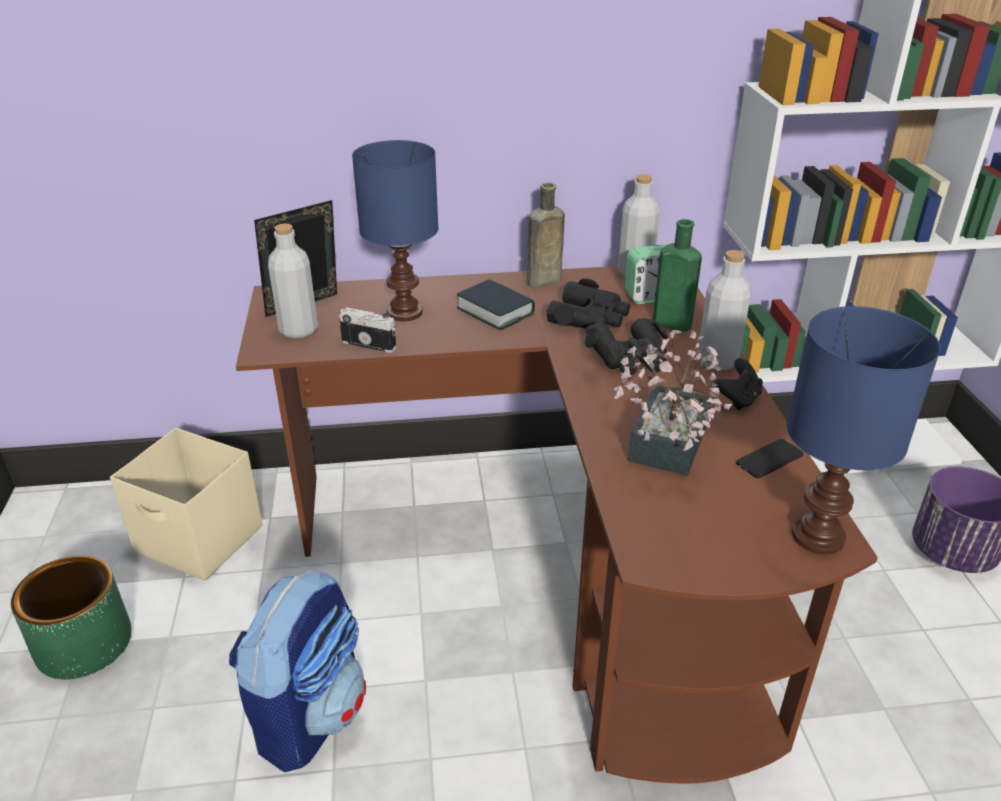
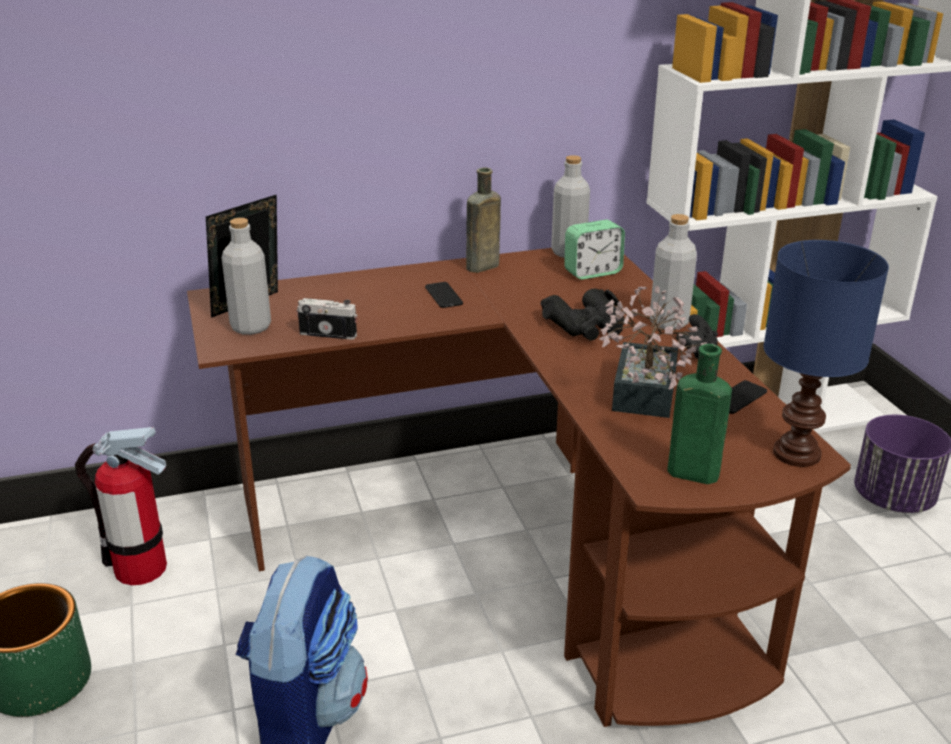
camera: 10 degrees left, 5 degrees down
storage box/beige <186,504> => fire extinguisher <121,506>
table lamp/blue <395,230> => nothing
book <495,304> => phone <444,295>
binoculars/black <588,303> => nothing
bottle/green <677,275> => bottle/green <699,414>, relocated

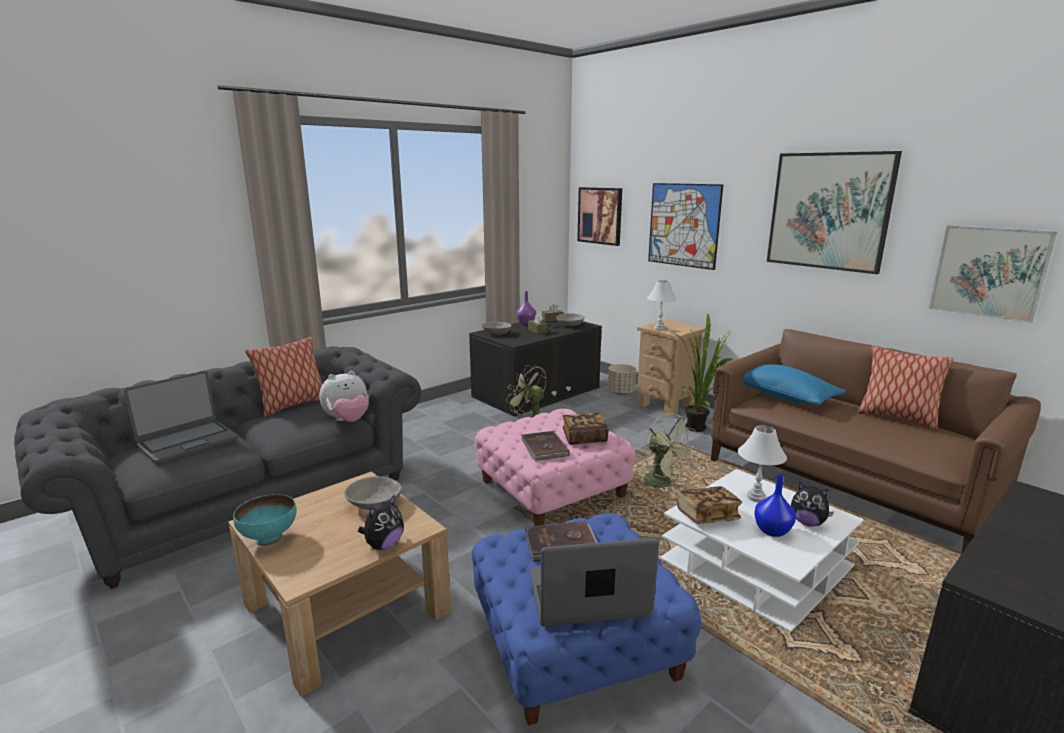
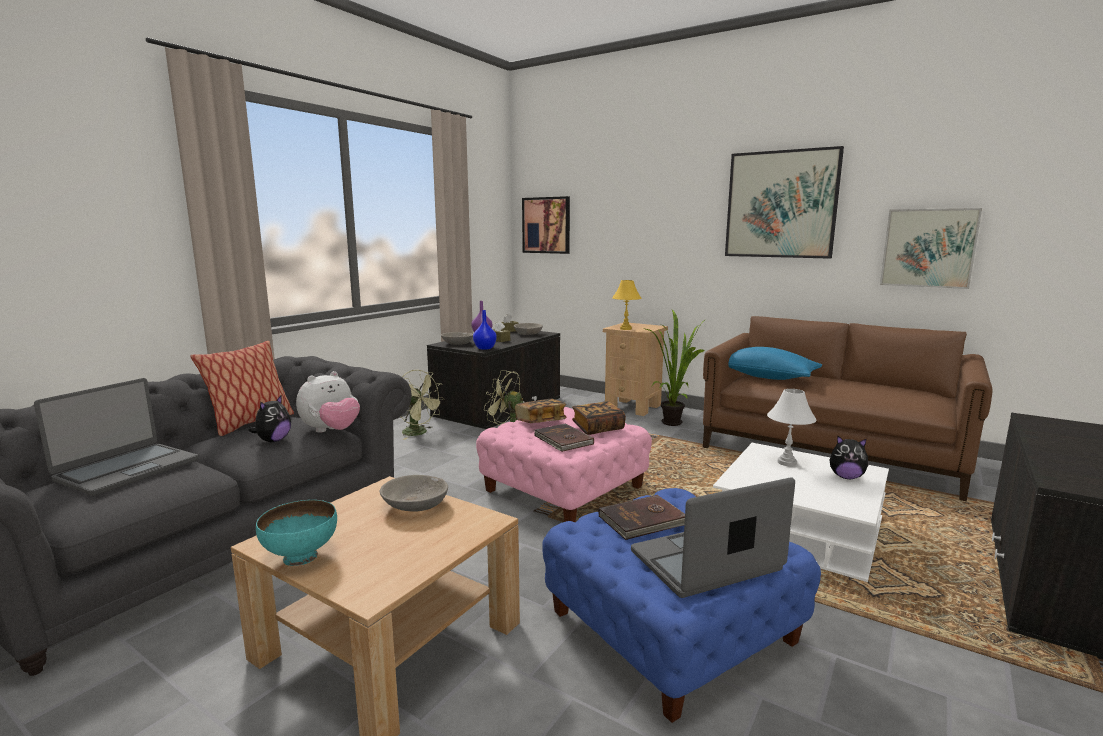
camera: 15 degrees left, 5 degrees down
plush toy <381,522> => plush toy <269,418>, relocated
planter/beige <622,379> => nothing
fan/green <669,450> => fan/green <422,405>, relocated
table lamp/white <662,305> => table lamp/yellow <627,305>
picture <685,226> => nothing
book <709,505> => book <540,411>, relocated
vase/blue <775,506> => vase/blue <485,330>, relocated
pillow <906,388> => nothing

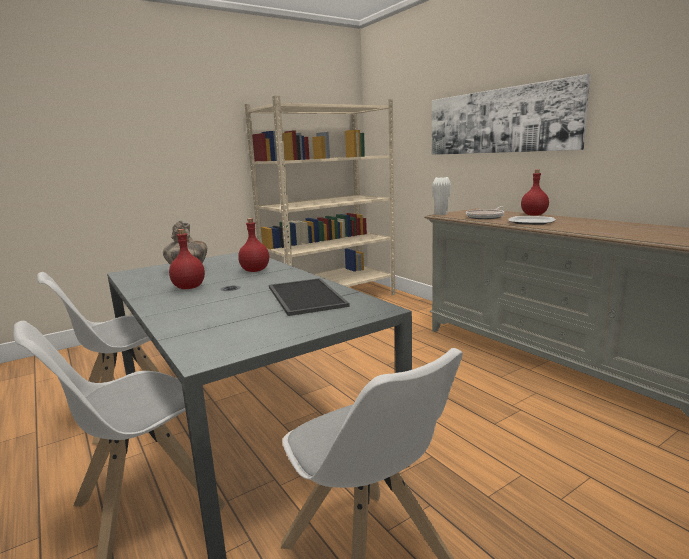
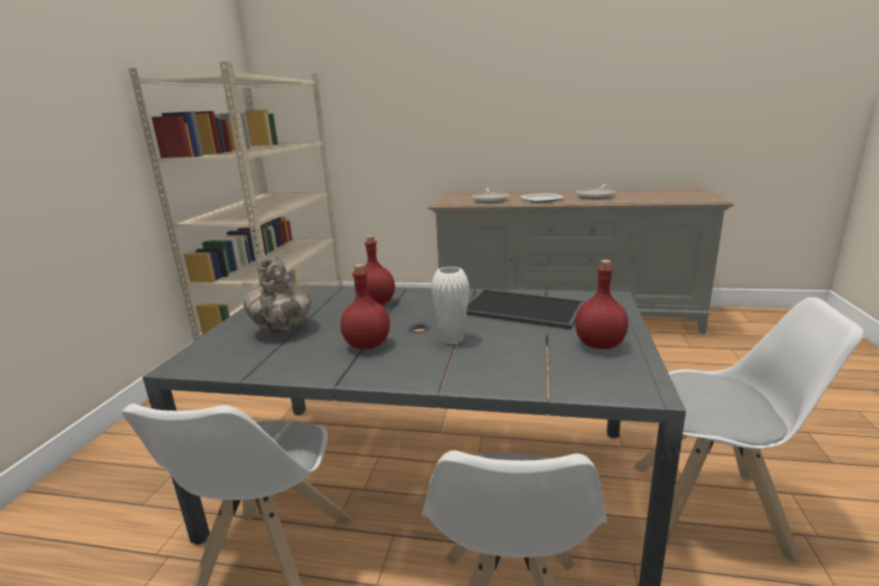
camera: 45 degrees left, 5 degrees up
picture <511,114> => nothing
vase/white <441,196> => vase/white <450,305>, relocated
bottle/red <535,193> => bottle/red <601,304>, relocated
nothing => frying pan <595,191>

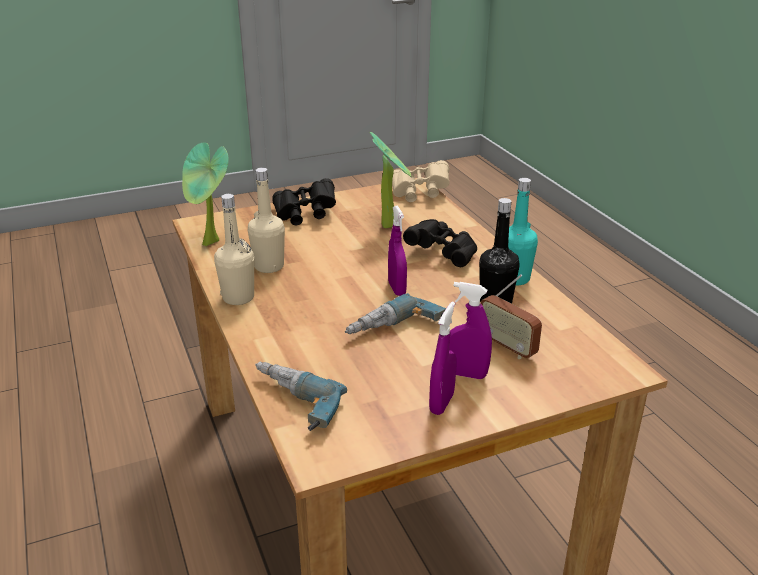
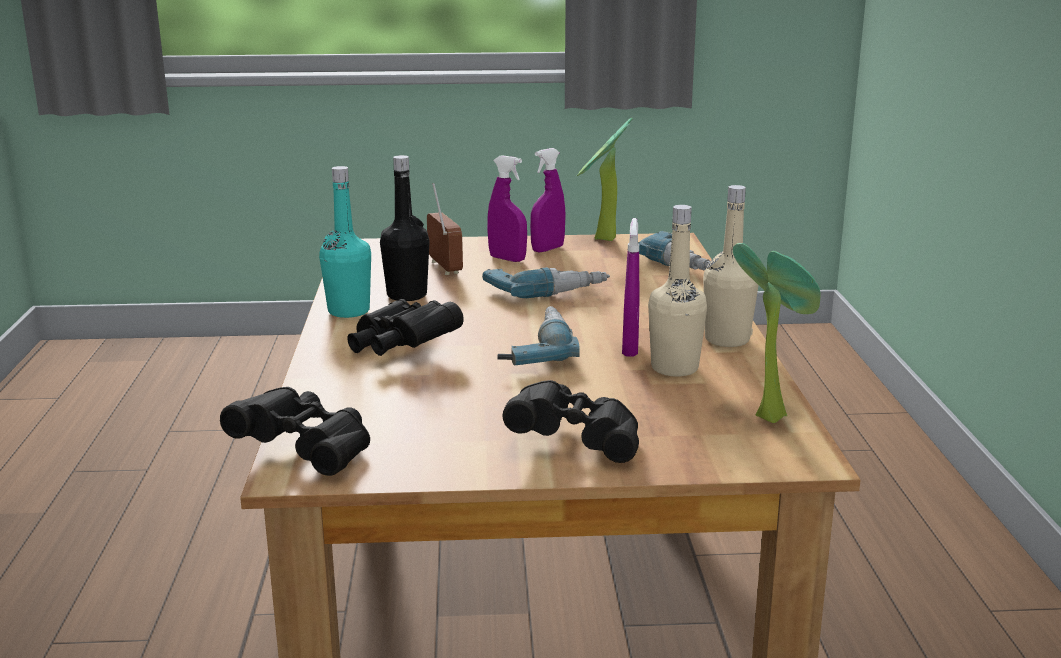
camera: 160 degrees left, 10 degrees down
potted plant <390,180> => potted plant <605,179>, relocated
spray bottle/purple <397,251> => spray bottle/purple <631,287>, relocated
binoculars/beige <421,181> => binoculars/black <295,431>
nothing => power drill <538,335>

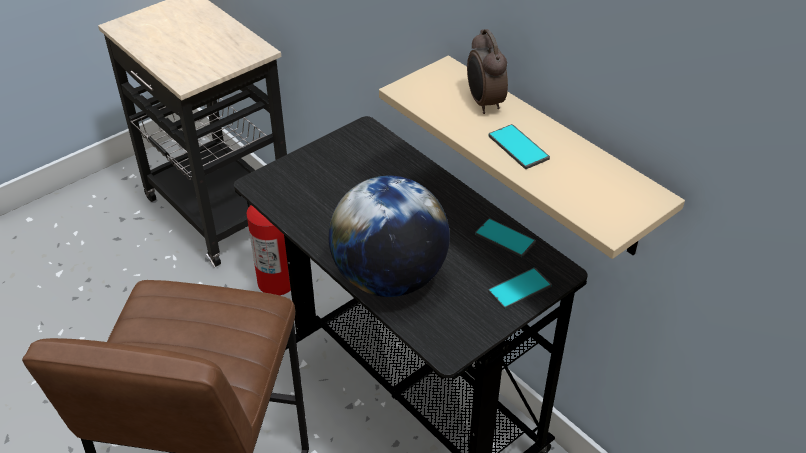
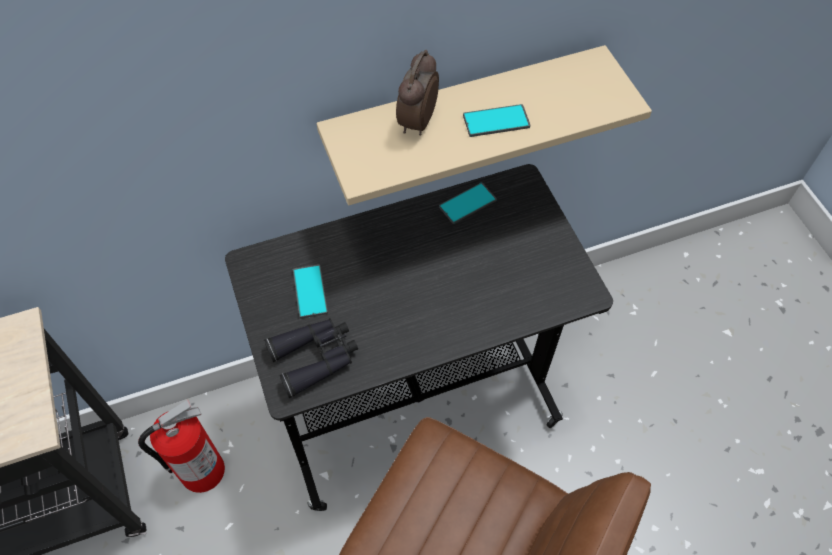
camera: 70 degrees left, 15 degrees up
globe <389,236> => nothing
alarm clock <487,71> => alarm clock <417,93>, 105 degrees clockwise
phone <520,288> => phone <310,291>, relocated
nothing => binoculars/black <311,358>

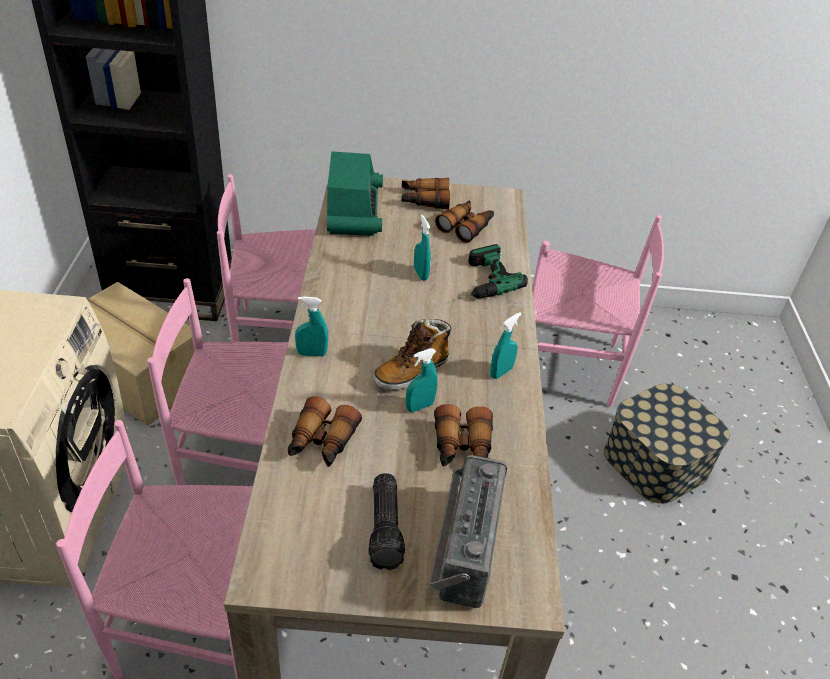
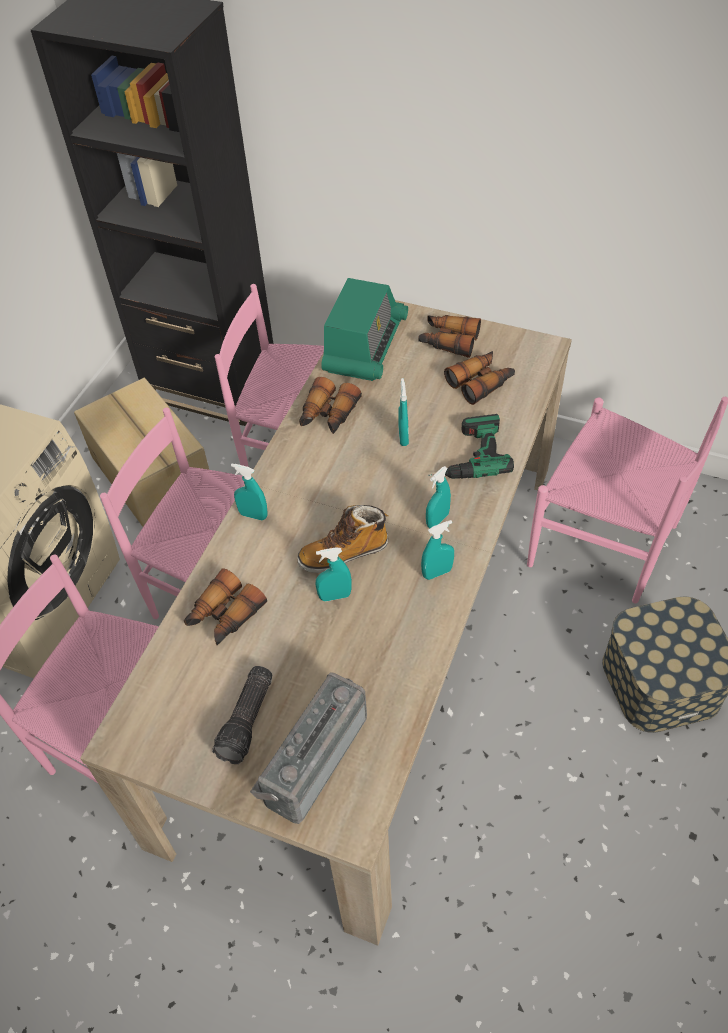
camera: 25 degrees right, 10 degrees up
binoculars <463,435> => binoculars <330,405>, relocated
nothing => spray bottle/turquoise <438,497>

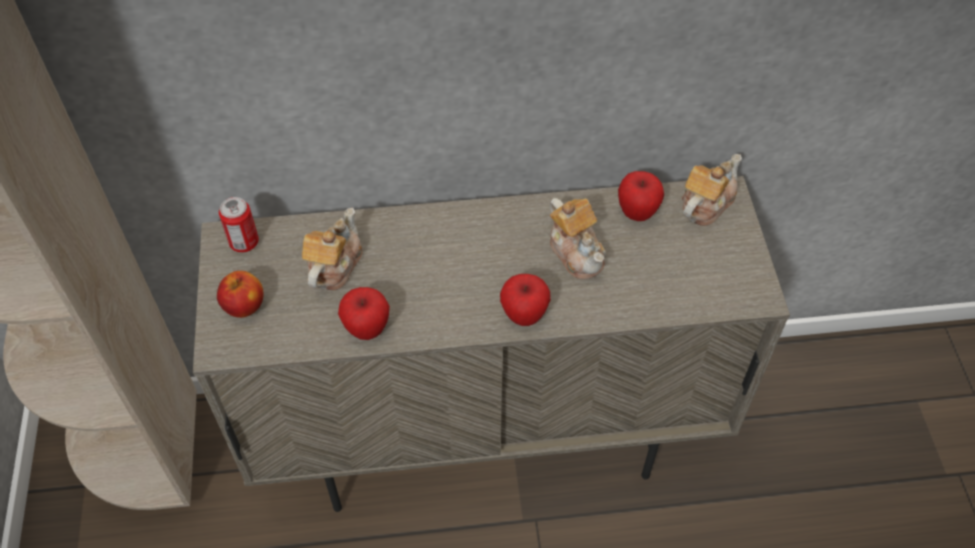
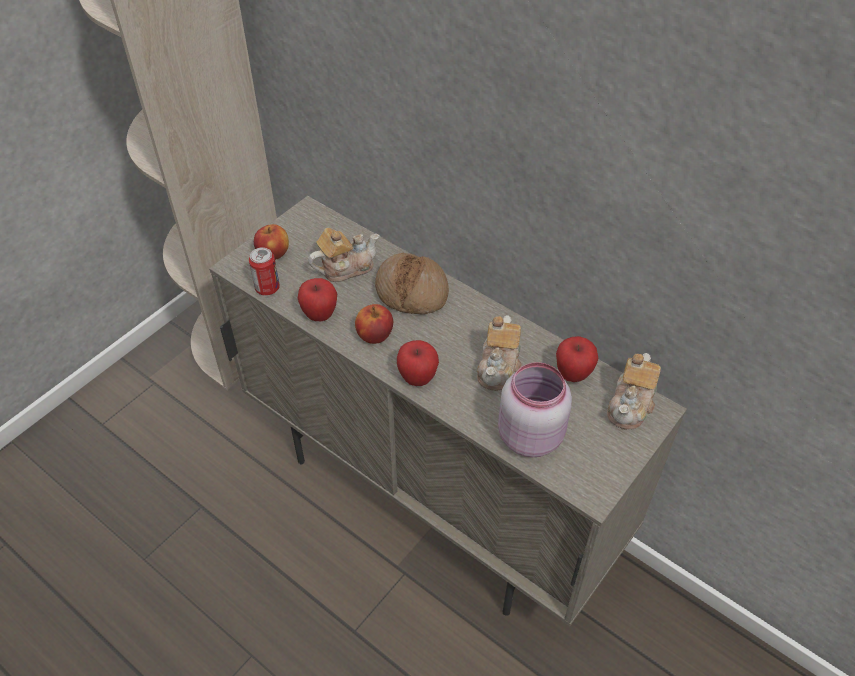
camera: 45 degrees right, 5 degrees down
can <239,225> => can <264,271>, relocated
teapot <712,190> => teapot <634,391>, 120 degrees clockwise
nothing => apple <374,324>
nothing => bread <412,283>
nothing => jar/pink <535,409>

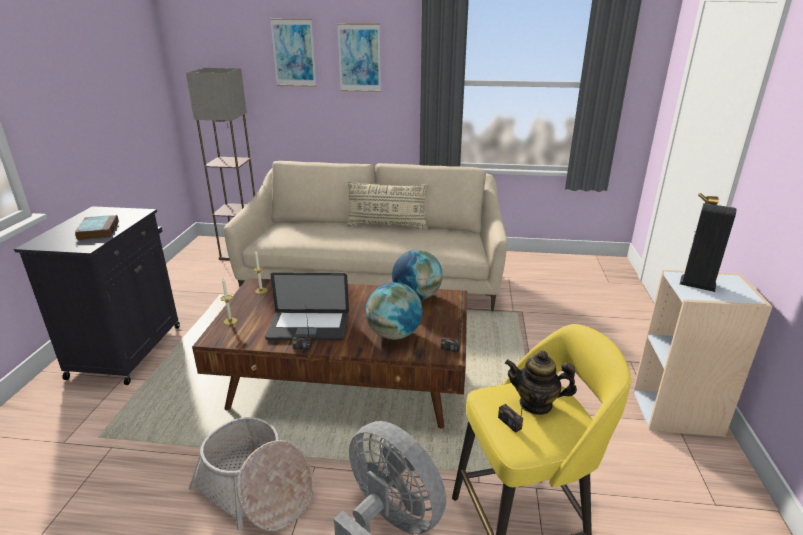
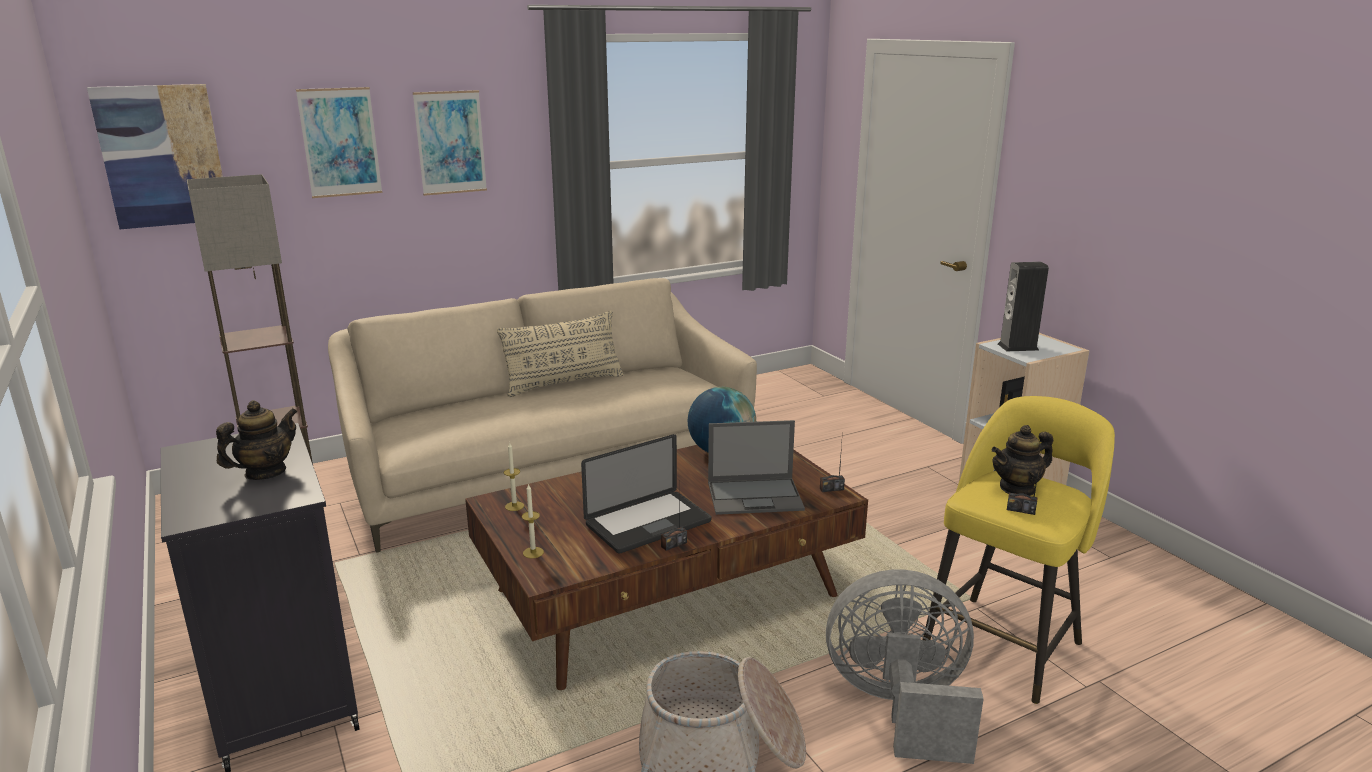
camera: 35 degrees left, 5 degrees down
book <97,228> => teapot <257,440>
globe <394,311> => laptop <756,467>
nothing => picture <155,156>

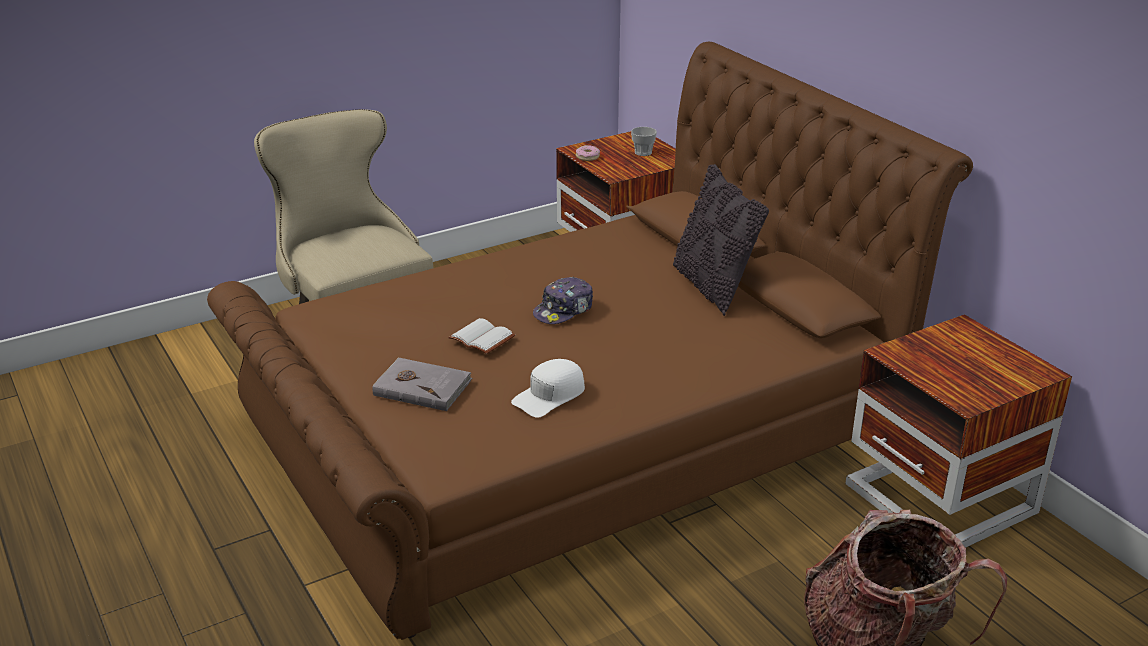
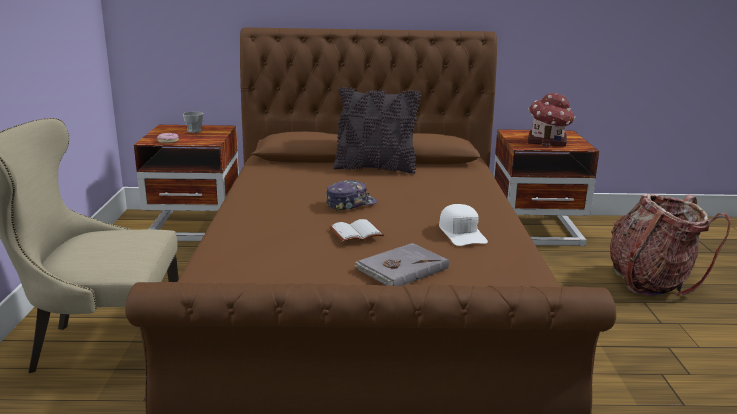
camera: 60 degrees left, 10 degrees down
cap <563,300> => cap <352,196>, 105 degrees counterclockwise
nothing => toy house <551,120>

